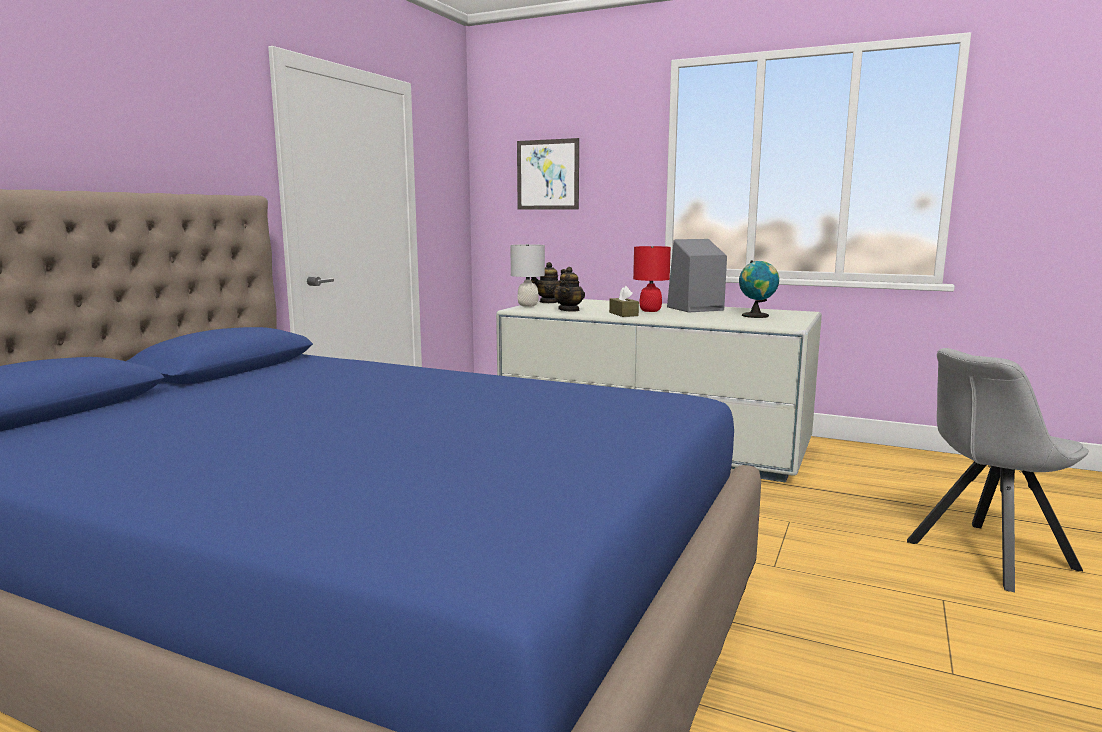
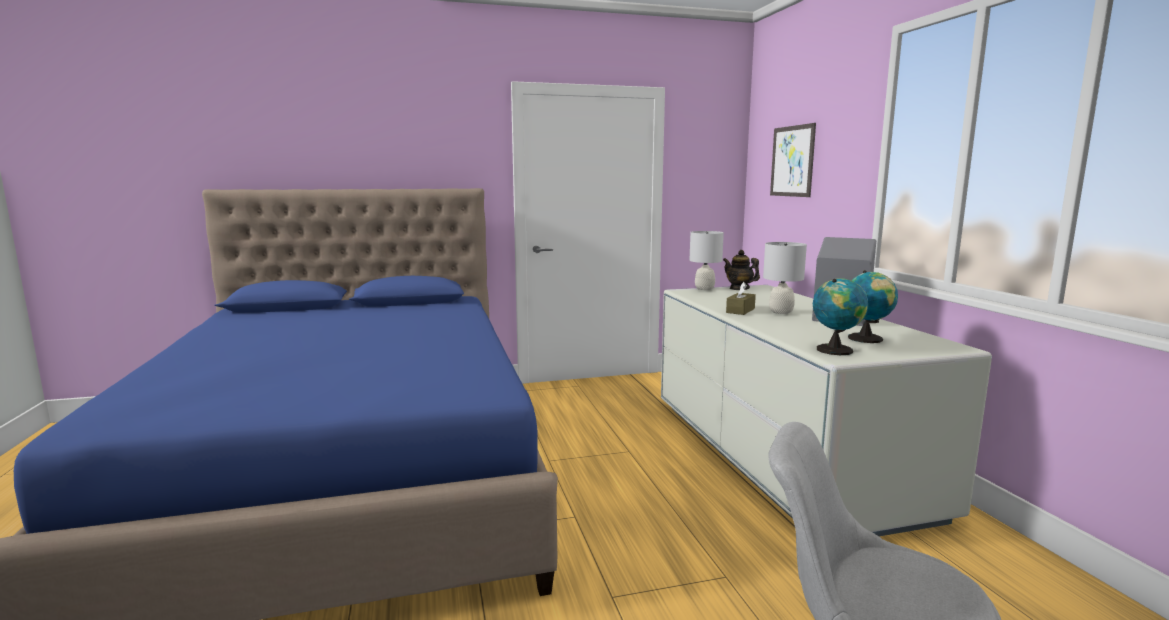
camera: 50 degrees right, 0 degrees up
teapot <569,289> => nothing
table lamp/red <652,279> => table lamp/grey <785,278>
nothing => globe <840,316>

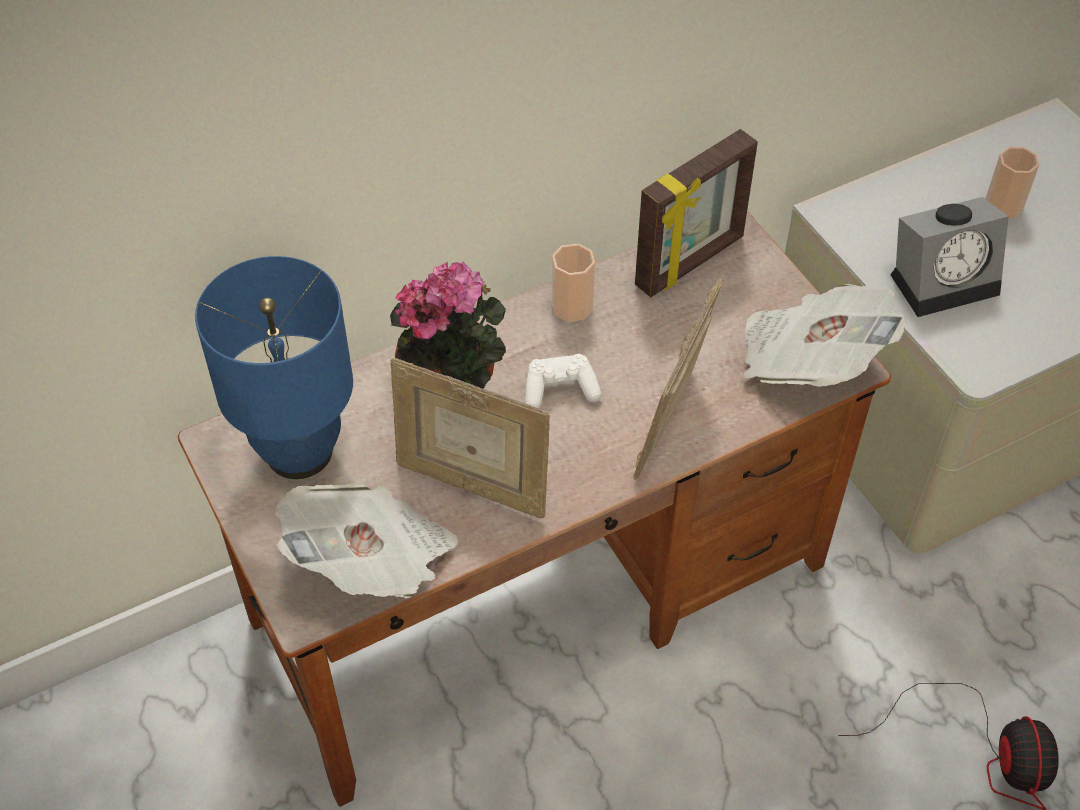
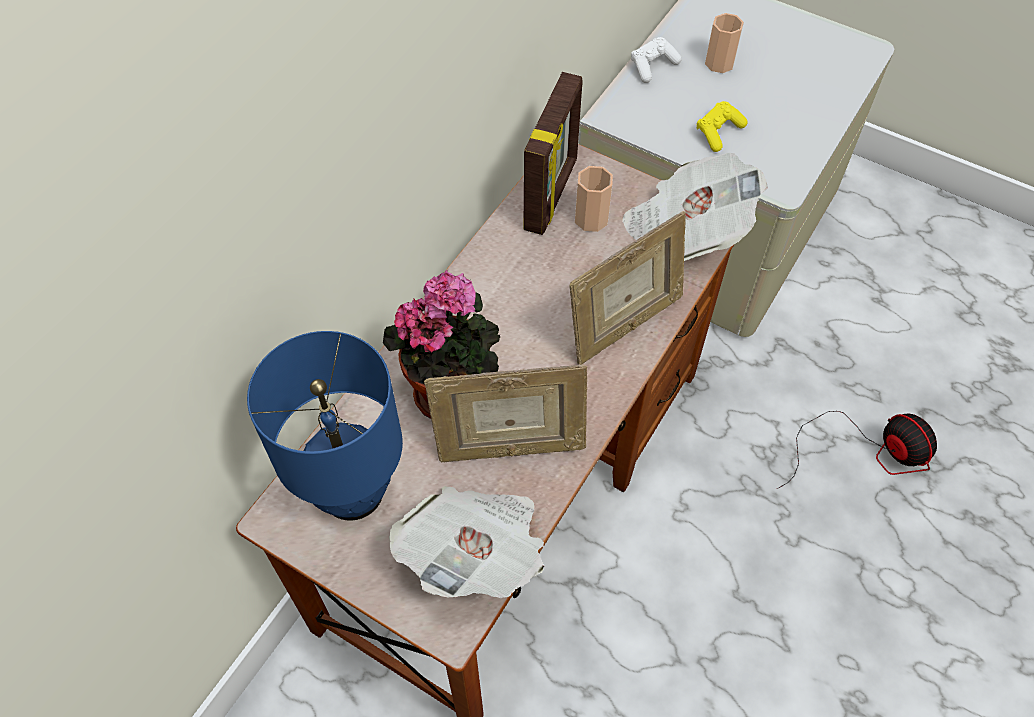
camera: 30 degrees left, 5 degrees up
game controller/white <563,381> => game controller/white <656,60>, relocated
cup <573,283> => cup <594,199>, relocated
picture frame <678,379> => picture frame <627,288>, 120 degrees counterclockwise
alarm clock <949,257> => game controller/yellow <722,126>

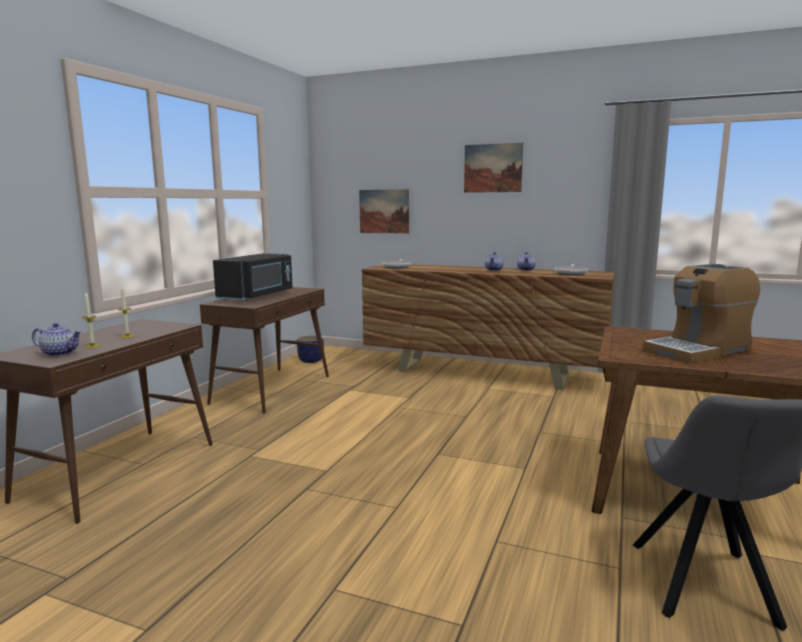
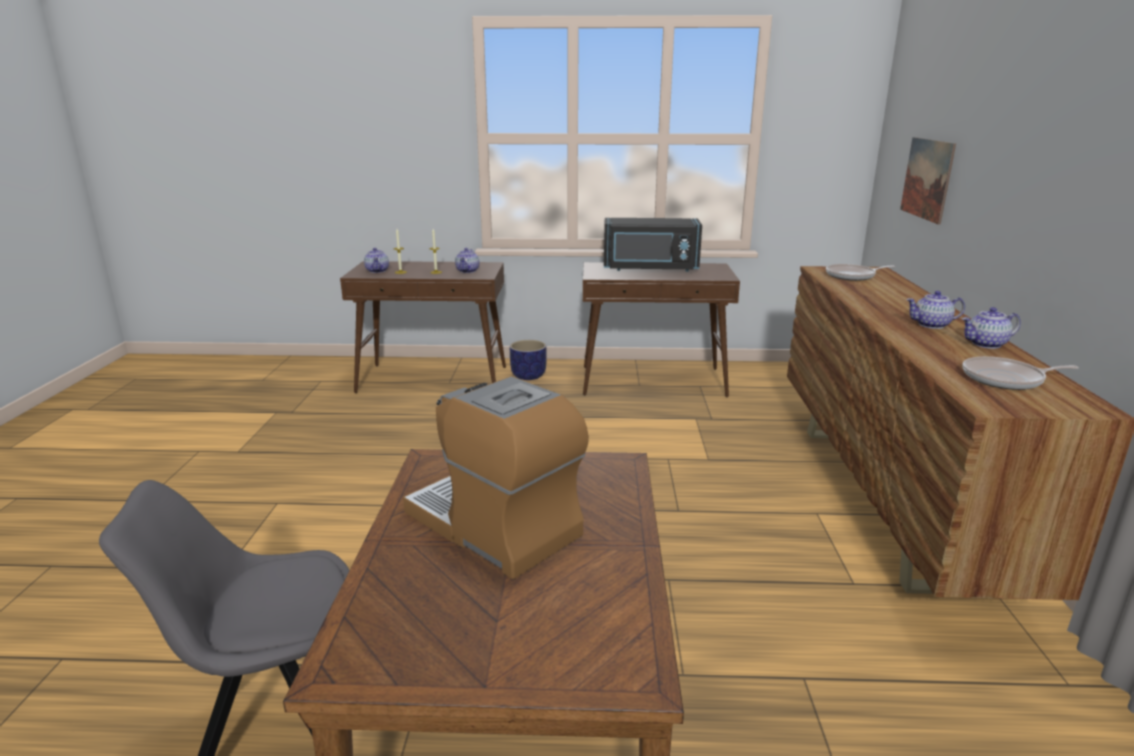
camera: 70 degrees right, 10 degrees up
planter <310,349> => planter <528,360>, relocated
picture <493,168> => nothing
nothing => teapot <467,260>

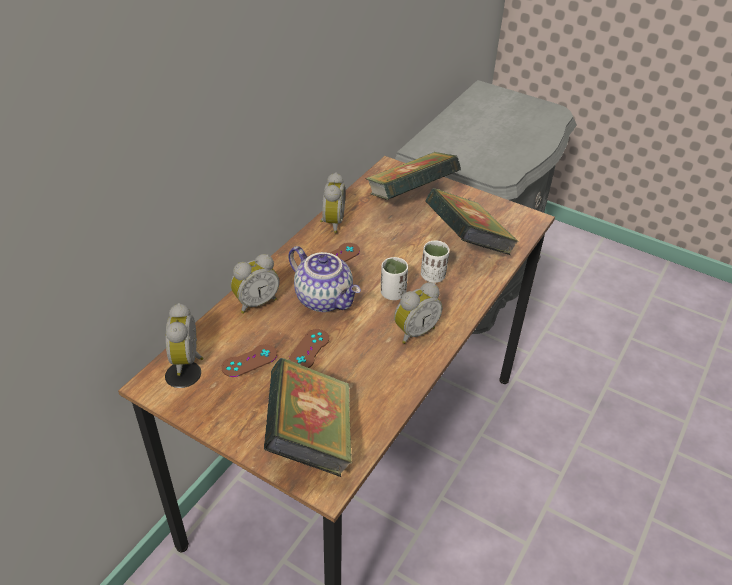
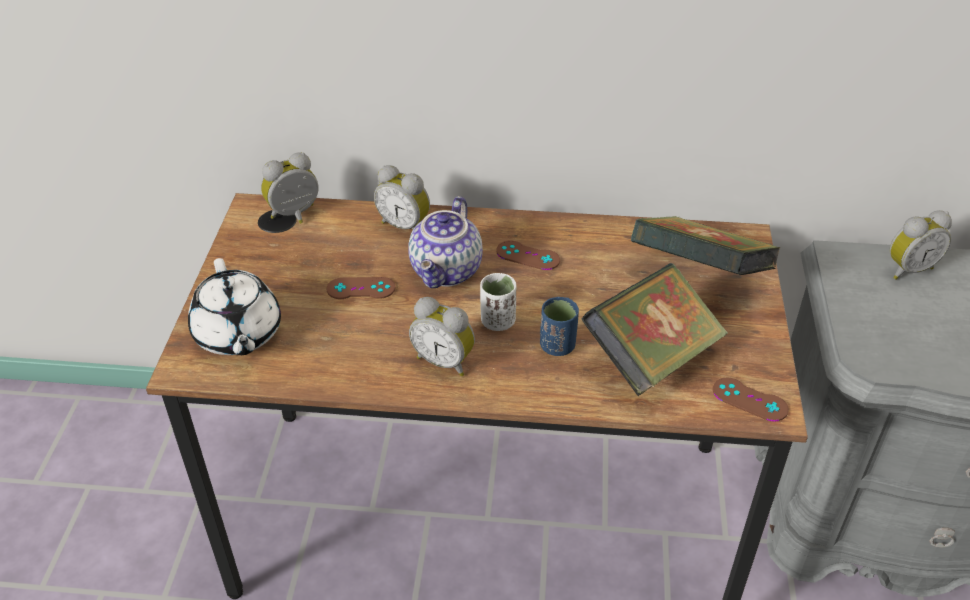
camera: 65 degrees right, 0 degrees up
game controller/brown <249,360> => game controller/brown <751,400>, relocated
book <308,417> => teapot/white <234,306>
alarm clock <332,203> => alarm clock <921,244>, relocated
cup/white <435,262> => cup/blue <559,326>

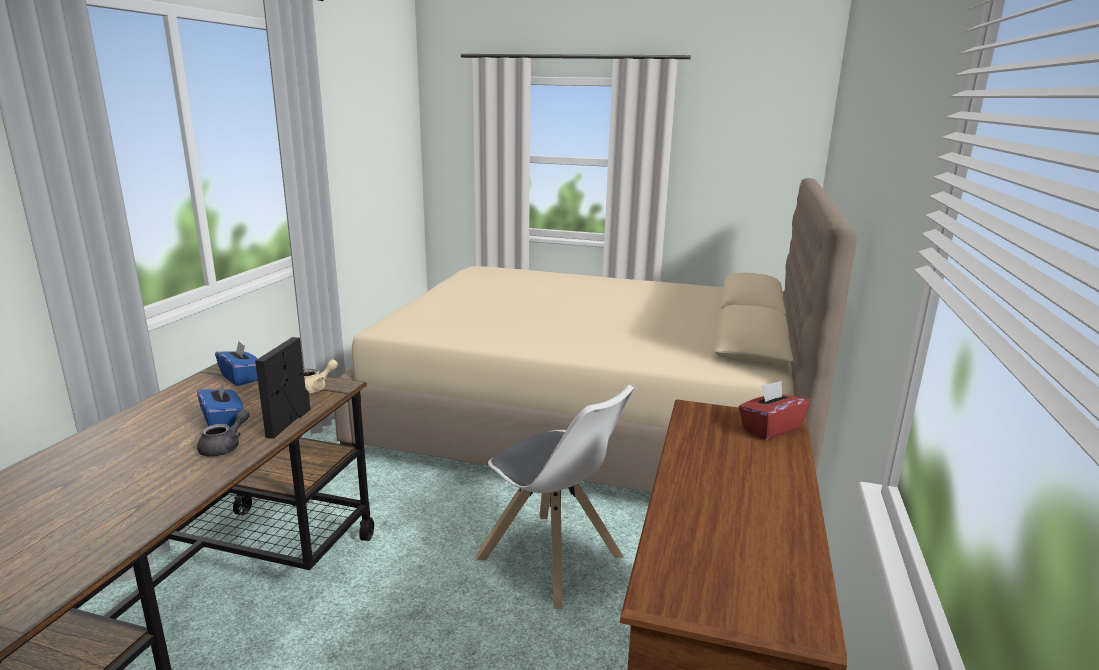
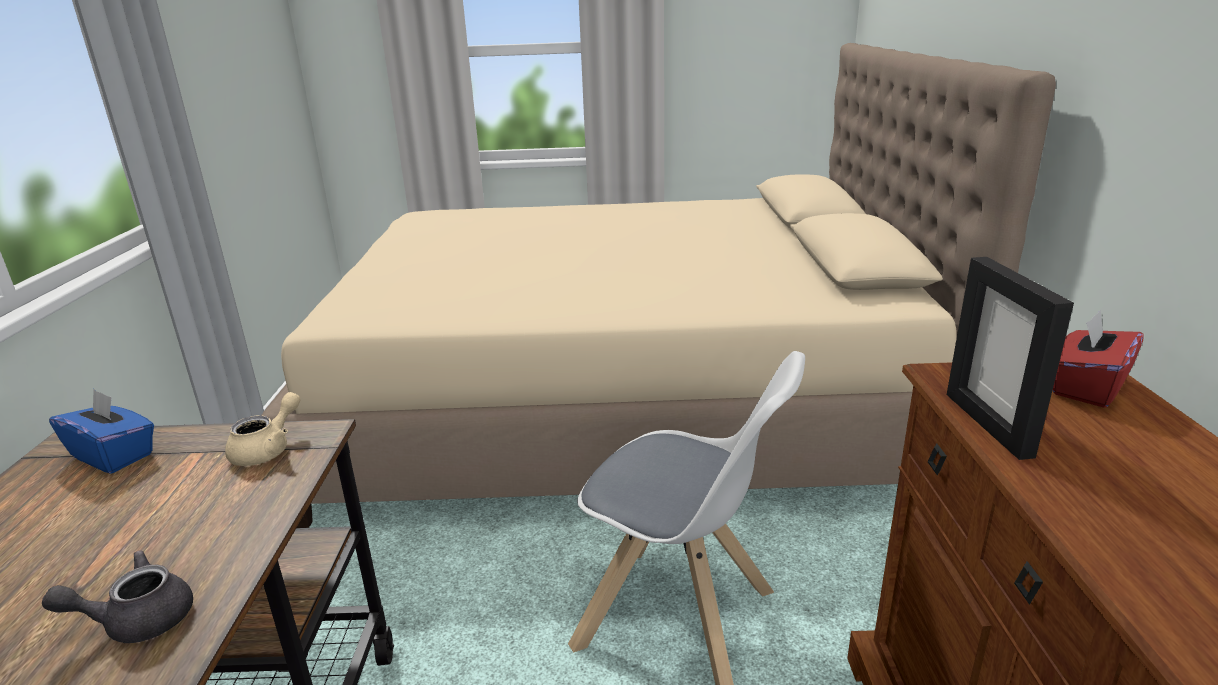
camera: 15 degrees left, 5 degrees up
tissue box/blue <220,402> => nothing
teapot/grey <223,433> => teapot/grey <117,596>, 120 degrees counterclockwise
picture frame <283,388> => picture frame <1010,358>, relocated

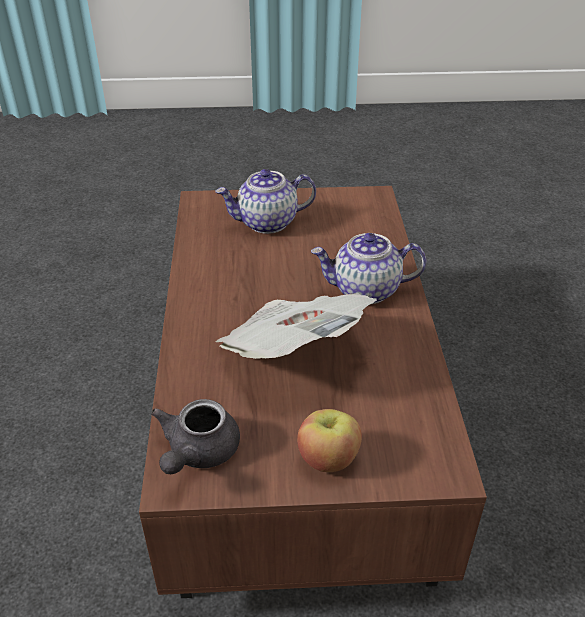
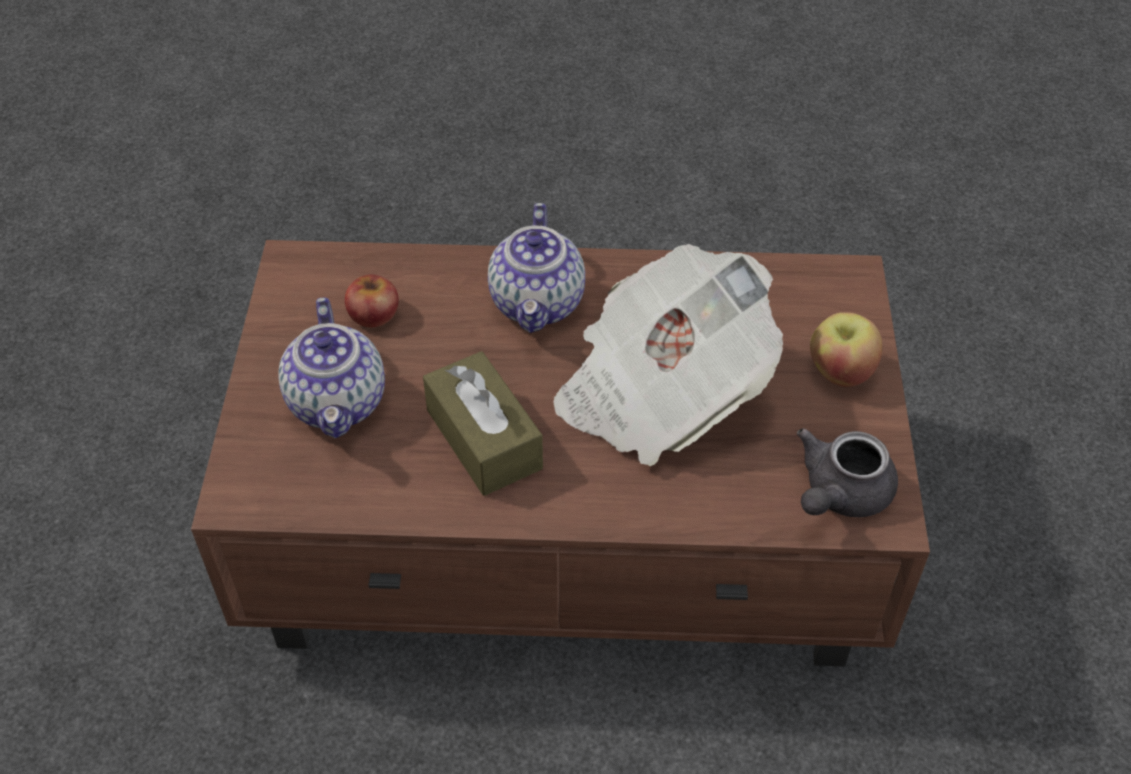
camera: 85 degrees left, 10 degrees up
teapot/grey <195,436> => teapot/grey <847,472>, 105 degrees clockwise
nothing => apple <372,300>
nothing => tissue box/brown <483,423>

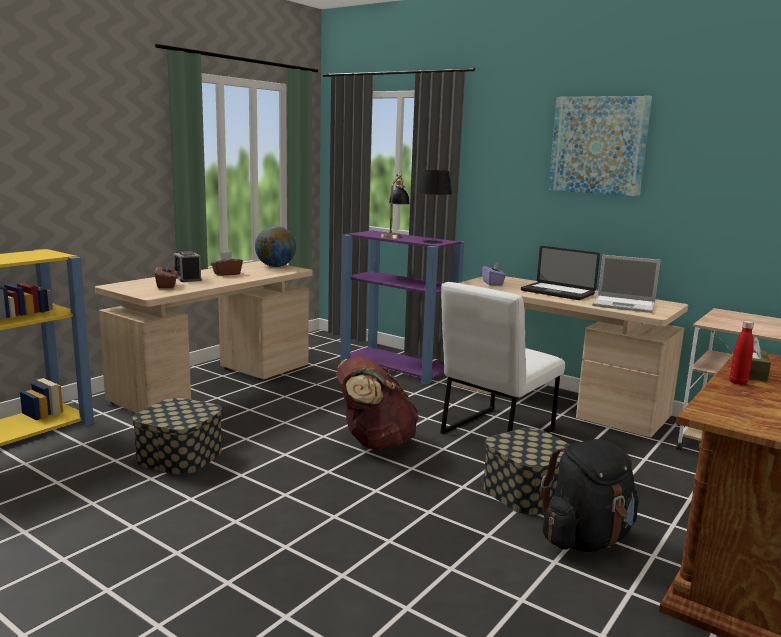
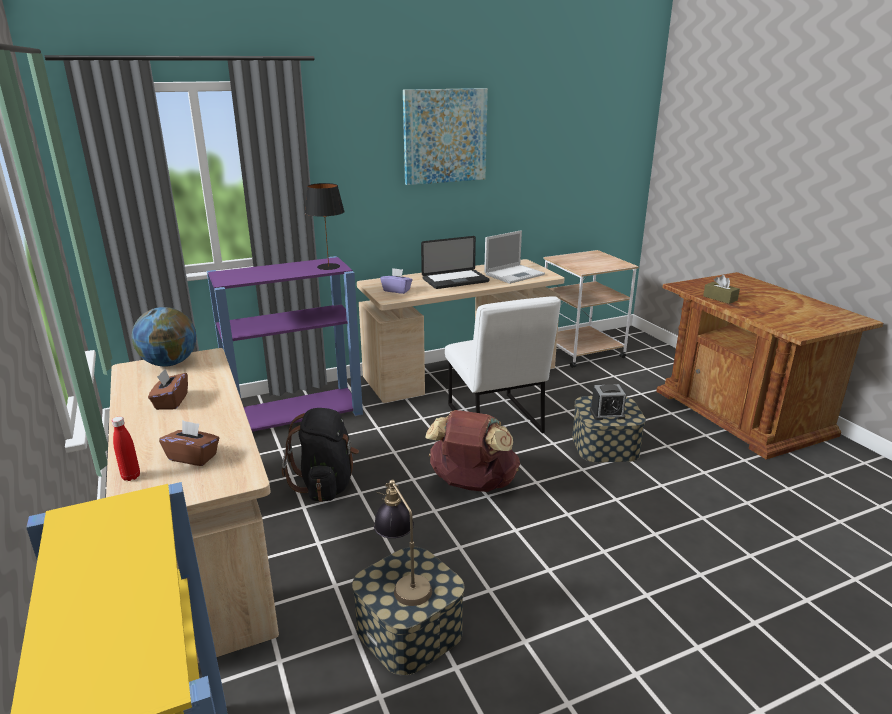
camera: 60 degrees left, 10 degrees up
alarm clock <187,266> => alarm clock <608,402>, relocated
table lamp <395,206> => table lamp <403,542>, relocated
backpack/black <589,495> => backpack/black <320,455>, relocated
bottle/red <742,353> => bottle/red <126,449>, relocated

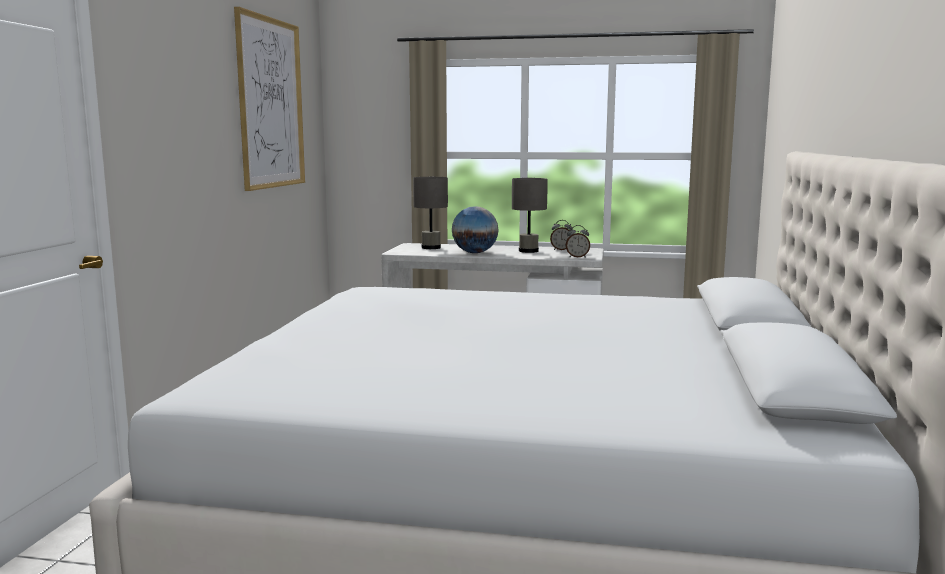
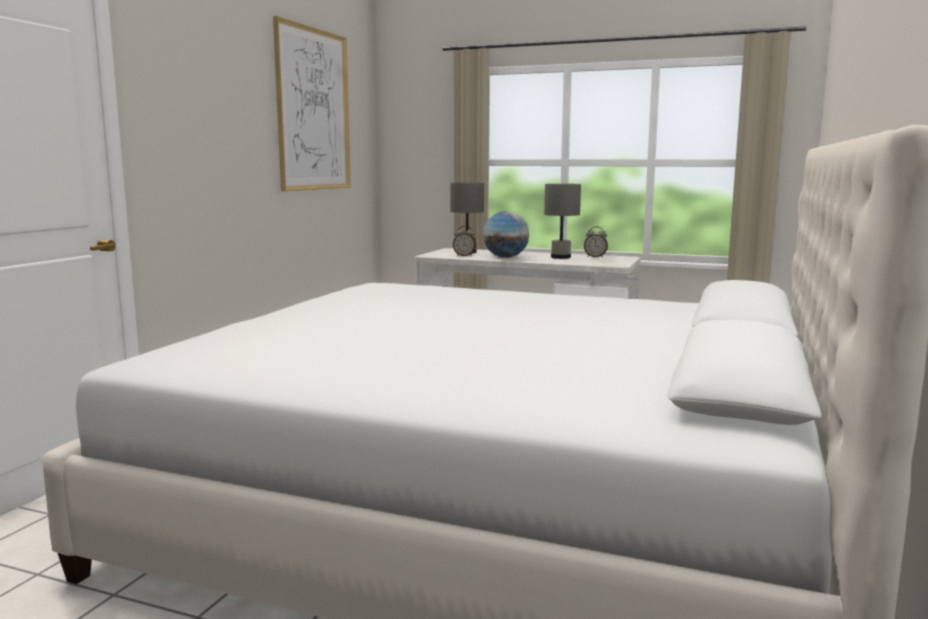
camera: 10 degrees right, 0 degrees up
alarm clock <578,241> => alarm clock <464,241>, relocated

